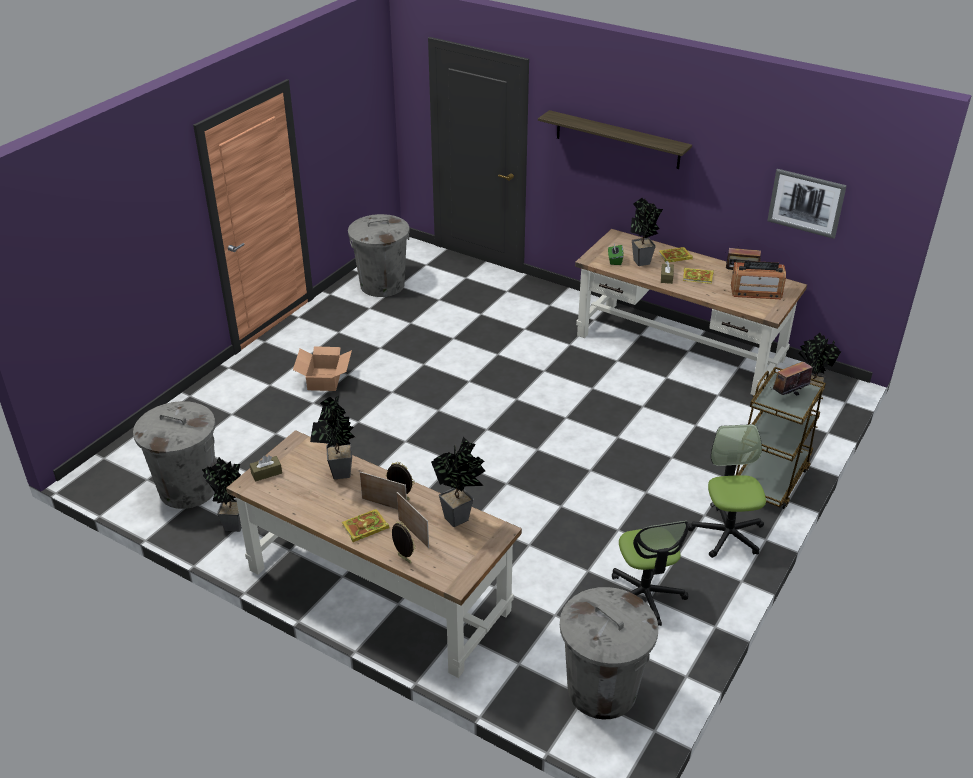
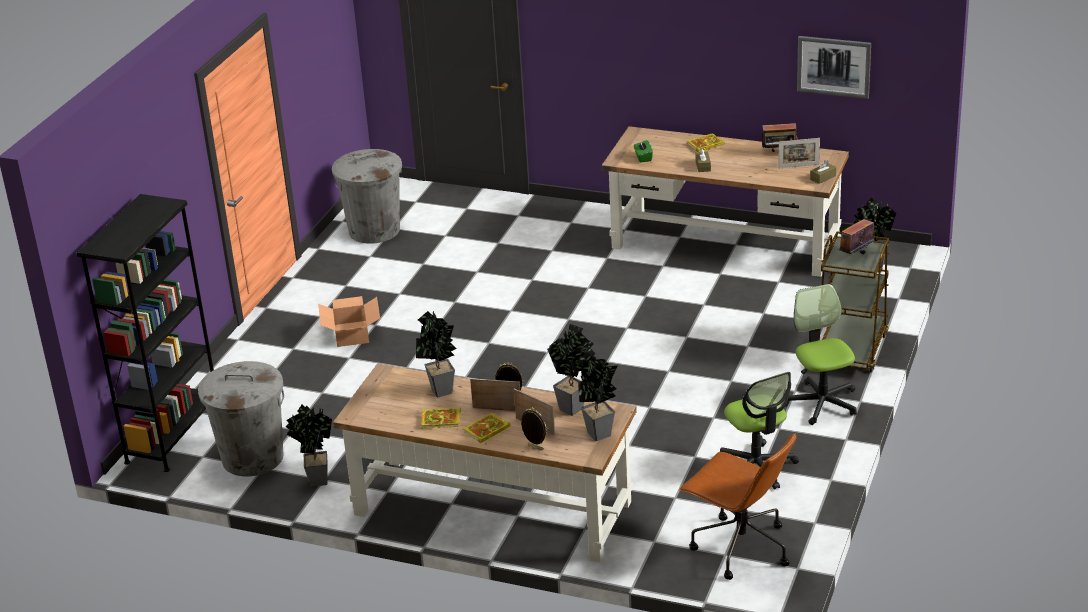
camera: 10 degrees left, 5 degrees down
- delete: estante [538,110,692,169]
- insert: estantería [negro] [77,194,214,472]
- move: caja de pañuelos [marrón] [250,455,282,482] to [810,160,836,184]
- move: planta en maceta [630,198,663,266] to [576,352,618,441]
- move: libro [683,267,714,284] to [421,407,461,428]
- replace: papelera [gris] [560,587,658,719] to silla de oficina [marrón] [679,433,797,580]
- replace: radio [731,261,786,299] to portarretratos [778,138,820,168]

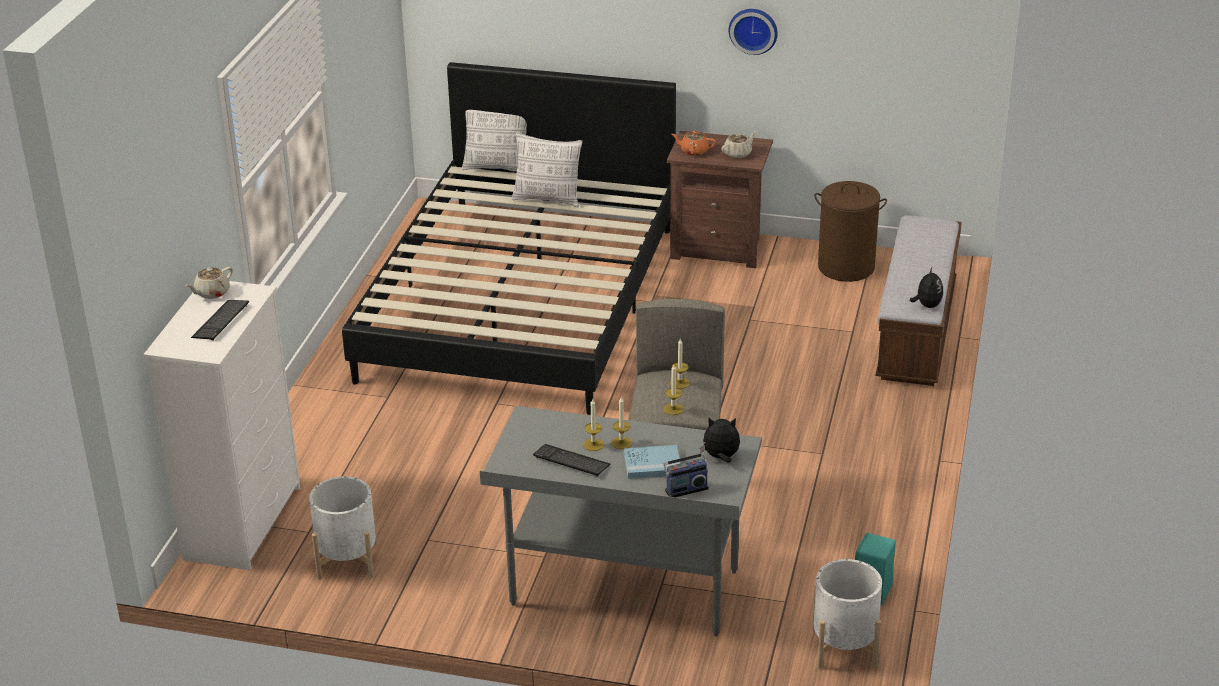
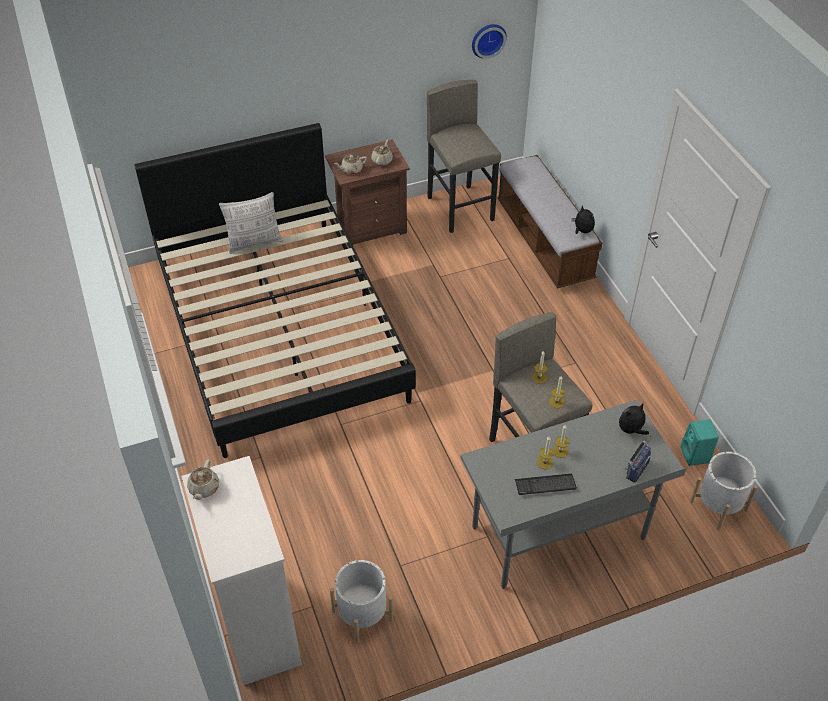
camera: 35 degrees left, 15 degrees up
- delete: teclado [191,300,249,341]
- delete: cojín [462,110,527,172]
- delete: libro [azul] [624,445,680,479]
- move: reloj de pared [729,9,778,55] to [472,24,507,59]
- replace: cesto de la ropa [marrón] [814,181,887,282] to taburete [gris] [427,80,501,233]
- recolor: tetera [naranja] [671,131,716,156] to tetera [beis] [334,154,367,175]

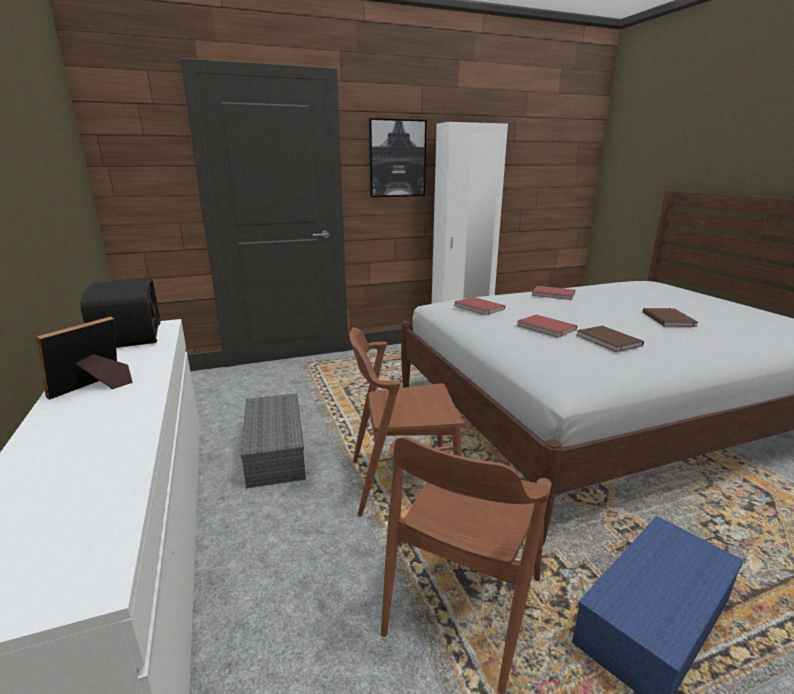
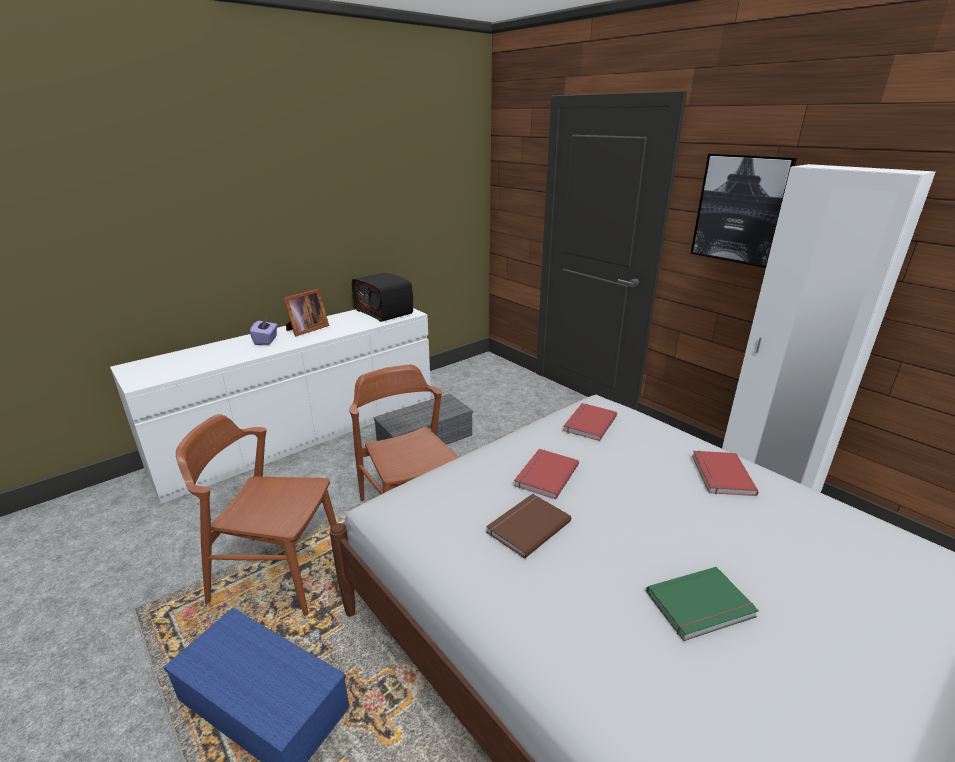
camera: 70 degrees right, 5 degrees up
- insert: caja de pañuelos [morado] [250,316,277,345]
- recolor: libro [marrón] [643,308,698,327] to libro [verde] [646,567,759,641]
- rotate: portarretratos [36,316,133,400] = [283,289,329,336] 120 degrees clockwise
- rotate: radio [80,279,160,348] = [352,273,413,322] 90 degrees clockwise

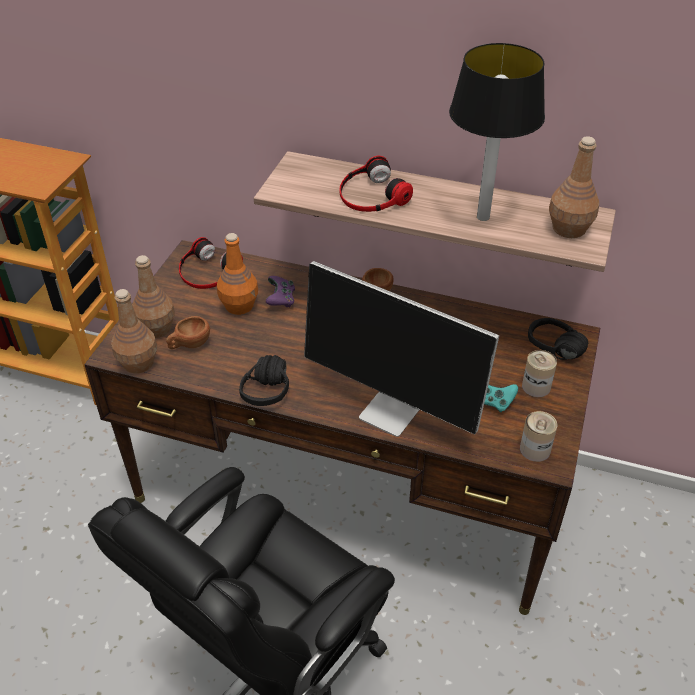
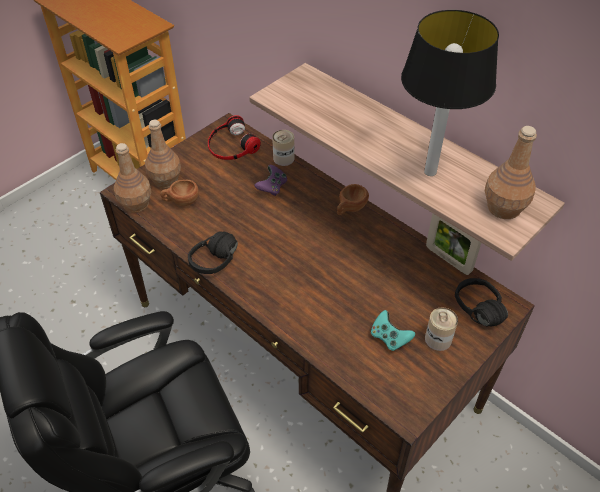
camera: 25 degrees right, 5 degrees up
- delete: botella [naranja] [217,233,258,315]
- delete: monitor [304,261,499,437]
- delete: auriculares [339,156,413,212]
- insert: portarretratos [426,213,481,275]
- move: lata [520,411,557,462] to [272,130,294,166]

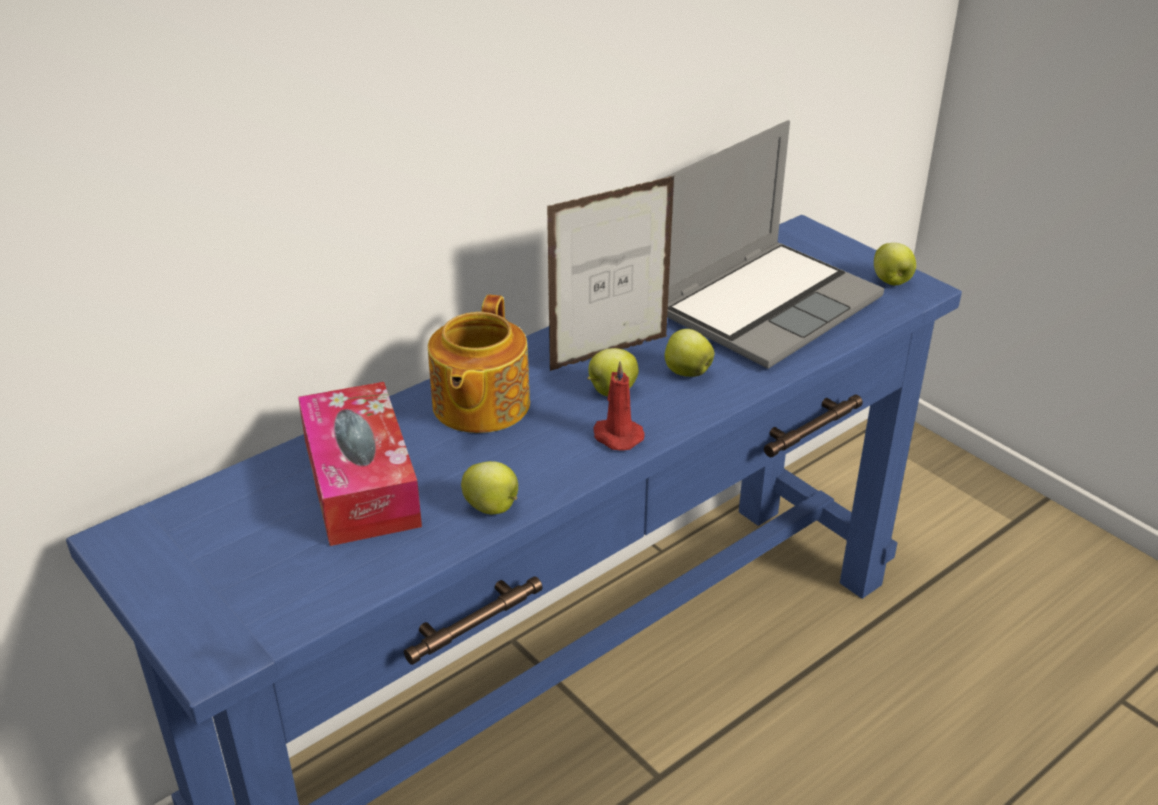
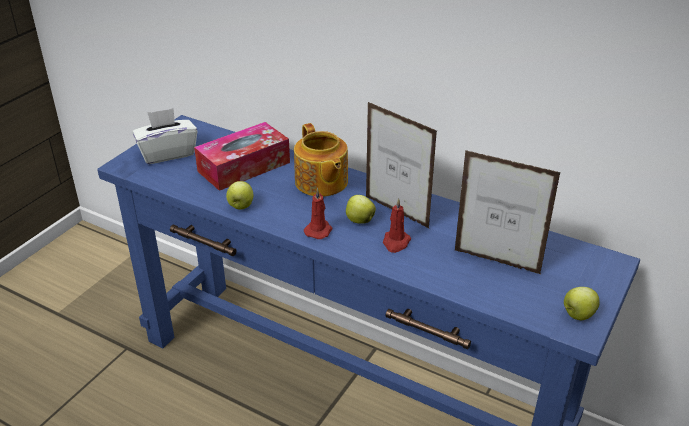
camera: 70 degrees right, 0 degrees up
- insert: caja de pañuelos [blanco] [132,108,197,164]
- replace: portátil [664,120,884,369] to portarretratos [455,150,561,274]
- replace: manzana [665,329,714,377] to vela [rojo] [383,198,411,253]
- rotate: tetera [428,295,530,433] = [294,123,348,197] 105 degrees counterclockwise

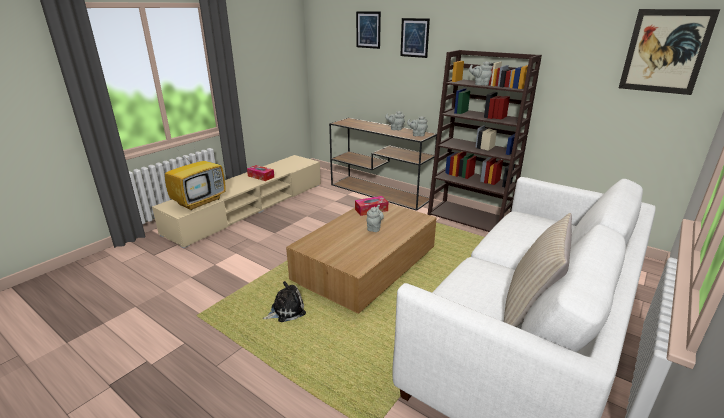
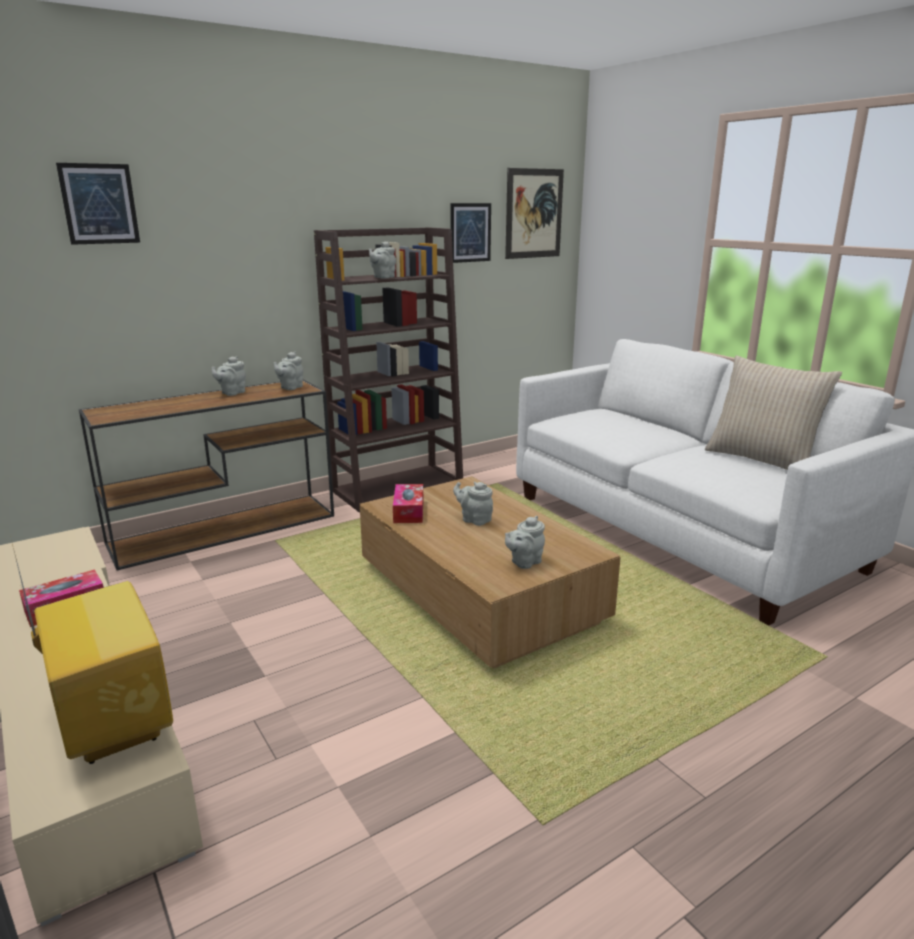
camera: 70 degrees left, 5 degrees down
- delete: peluche [263,281,306,322]
- insert: tetera [gris] [505,516,545,569]
- move: cuadro [400,18,430,58] to [450,203,491,263]

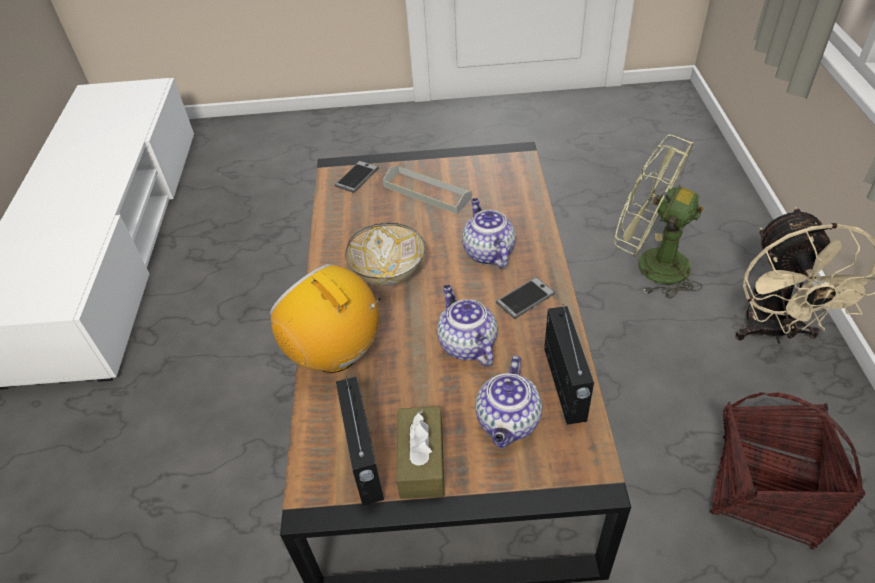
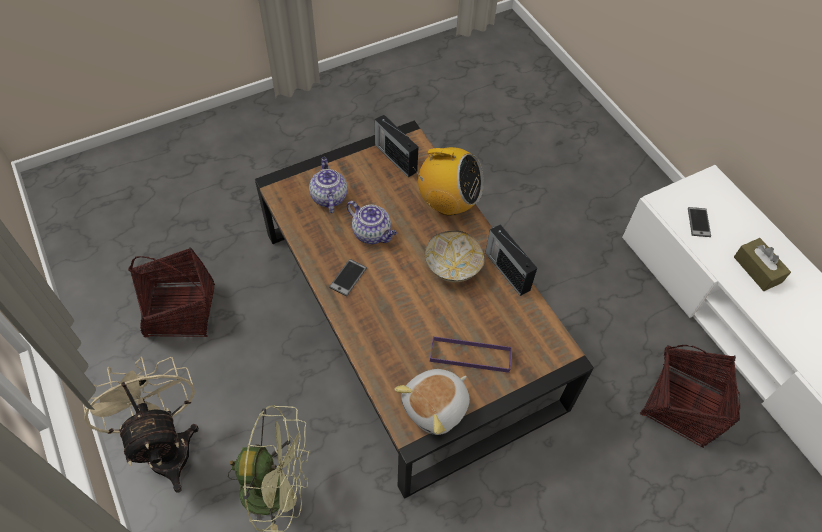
camera: 150 degrees right, 10 degrees up
- delete: tetera [462,198,516,268]
- insert: peluche [394,369,470,435]
- insert: cesta [640,345,740,448]
- move: móvil [335,161,379,193] to [688,207,711,237]
- move: caja de pañuelos [marrón] [396,406,444,499] to [734,238,791,291]
- move: radio [544,304,594,425] to [485,224,537,296]
- recolor: bandeja [gris] [383,165,472,214] to bandeja [morado] [430,336,512,373]

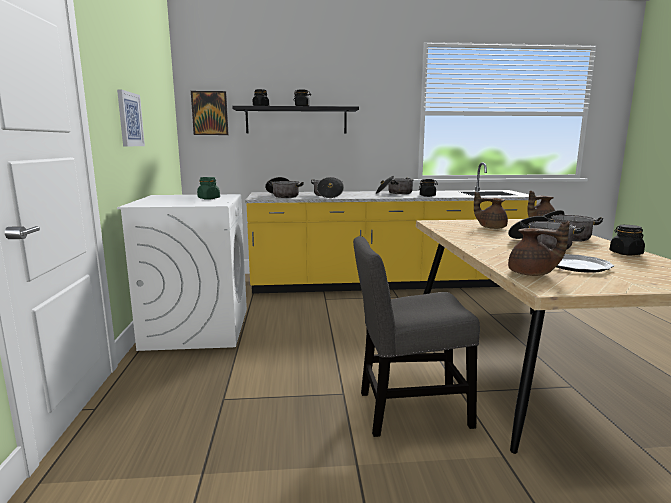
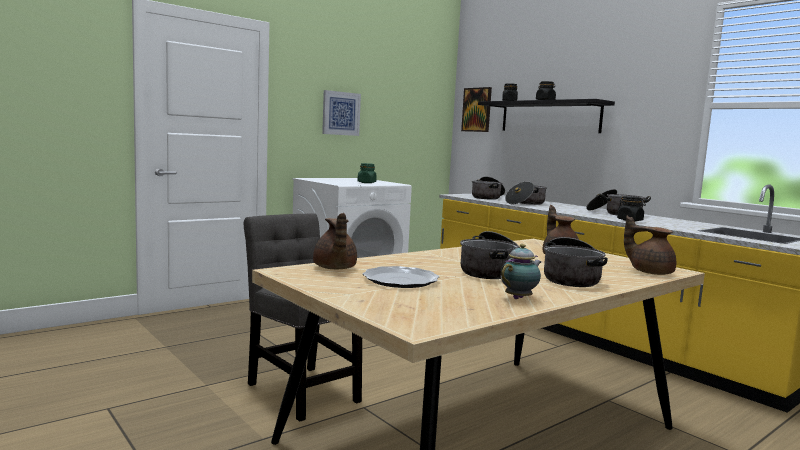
camera: 55 degrees right, 5 degrees down
- replace: tarro [negro] [610,225,645,255] to tetera [501,244,541,299]

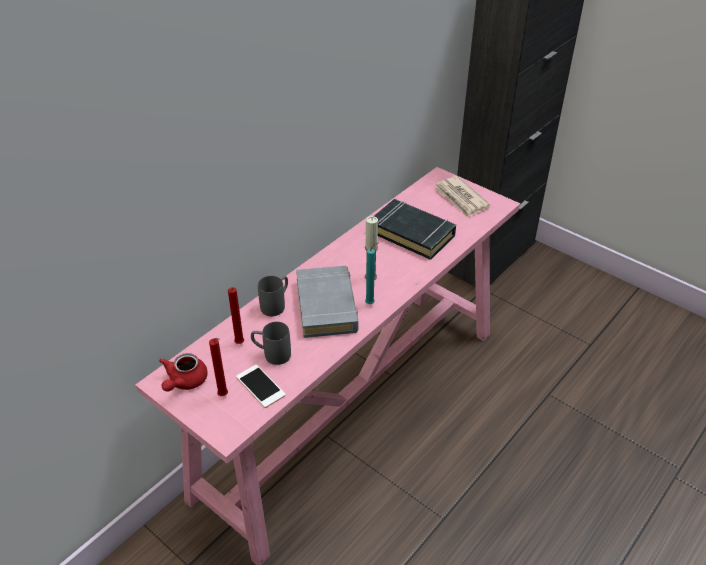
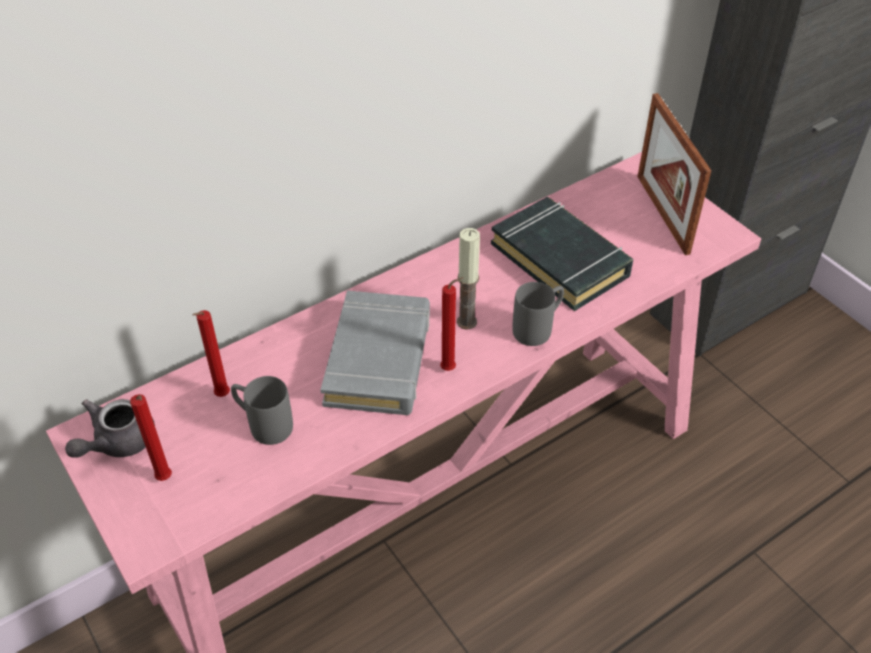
camera: 15 degrees right, 5 degrees up
- delete: móvil [236,365,286,408]
- move: taza grande [gris] [258,276,288,316] to [512,282,564,346]
- replace: periódico [434,176,490,218] to portarretratos [637,93,712,255]
- recolor: tetera [rojo] [159,353,208,392] to tetera [gris] [65,399,155,458]
- recolor: vela [turquesa] [365,242,379,304] to vela [rojo] [440,277,464,371]

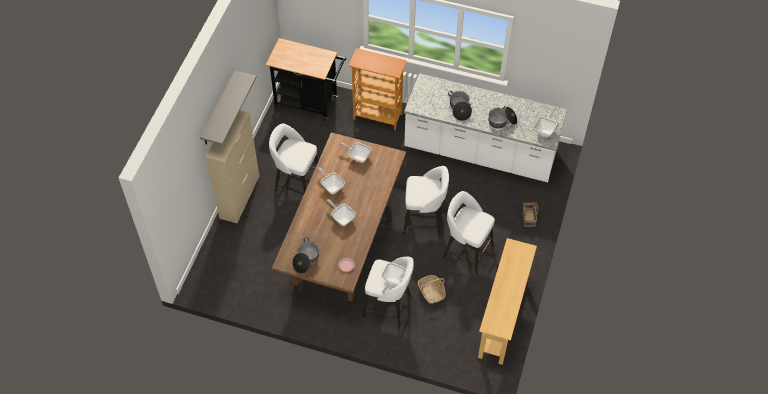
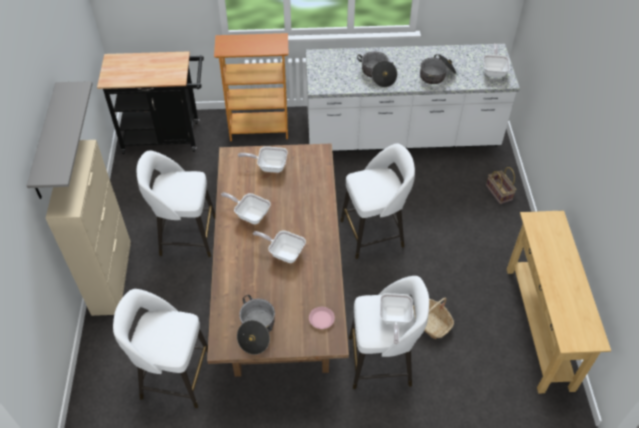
camera: 20 degrees left, 5 degrees down
- move: taburete [blanco] [443,191,495,274] to [113,289,208,408]

